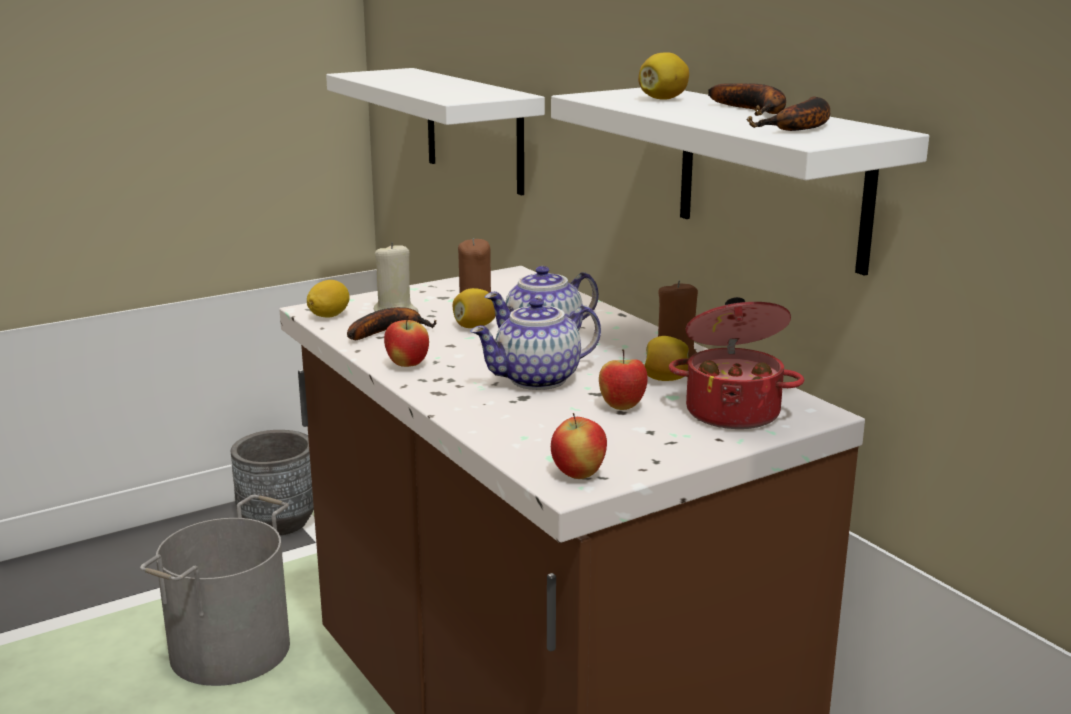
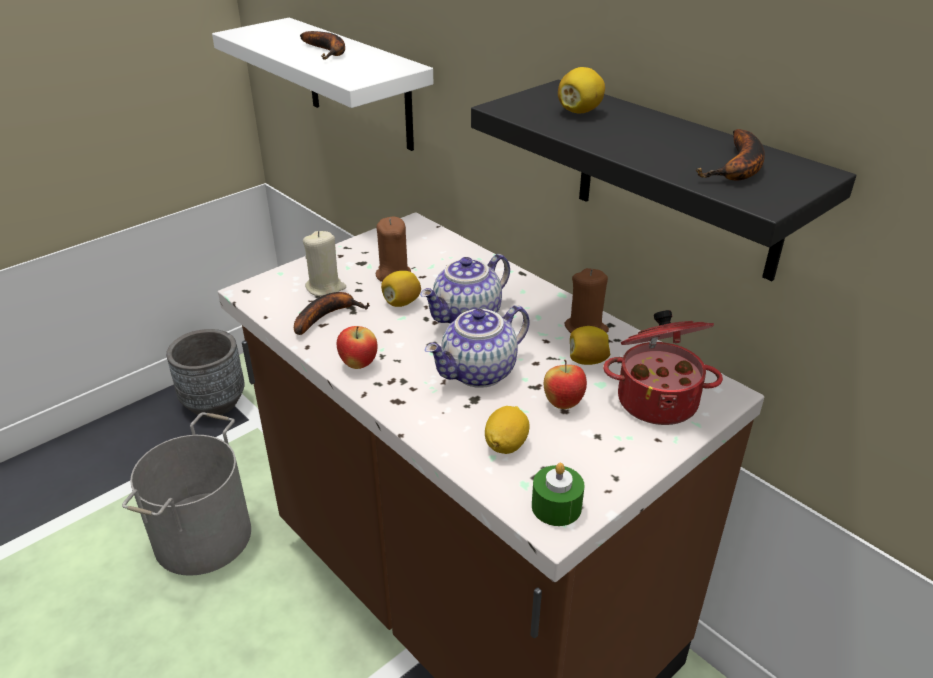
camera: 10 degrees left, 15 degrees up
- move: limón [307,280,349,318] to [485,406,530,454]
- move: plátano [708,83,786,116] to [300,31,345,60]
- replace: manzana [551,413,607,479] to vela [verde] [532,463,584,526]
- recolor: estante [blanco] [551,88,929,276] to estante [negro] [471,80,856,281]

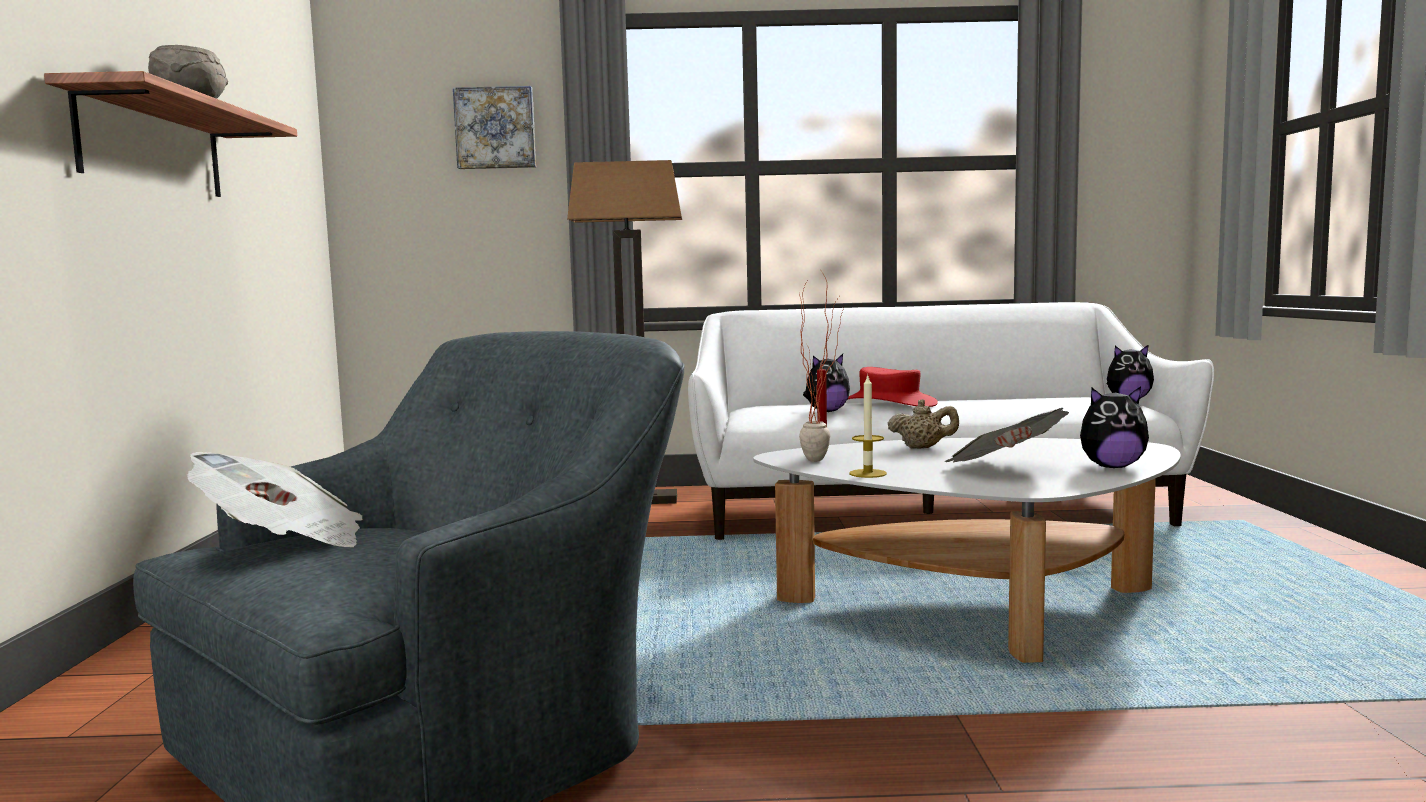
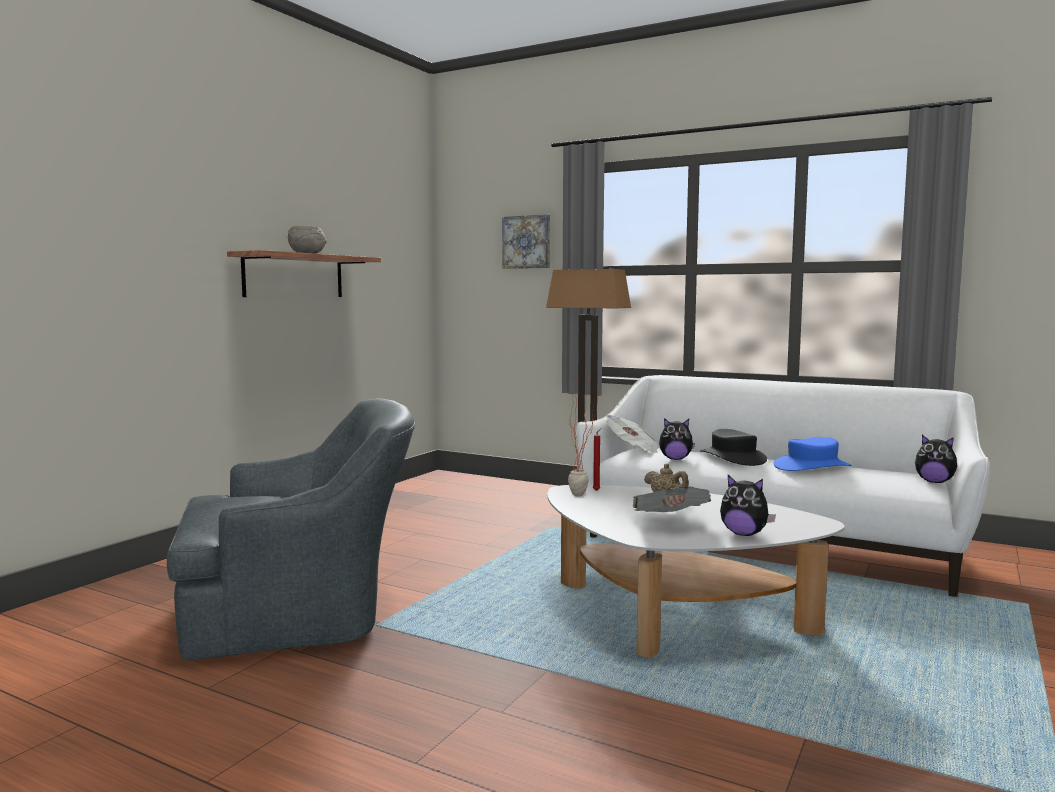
camera: 30 degrees right, 0 degrees up
- delete: vela [849,374,887,478]
- insert: sombrero [azul] [774,437,851,471]
- move: periódico [186,452,363,547] to [606,414,660,453]
- recolor: sombrero [rojo] [847,367,938,407] to sombrero [negro] [700,429,767,466]

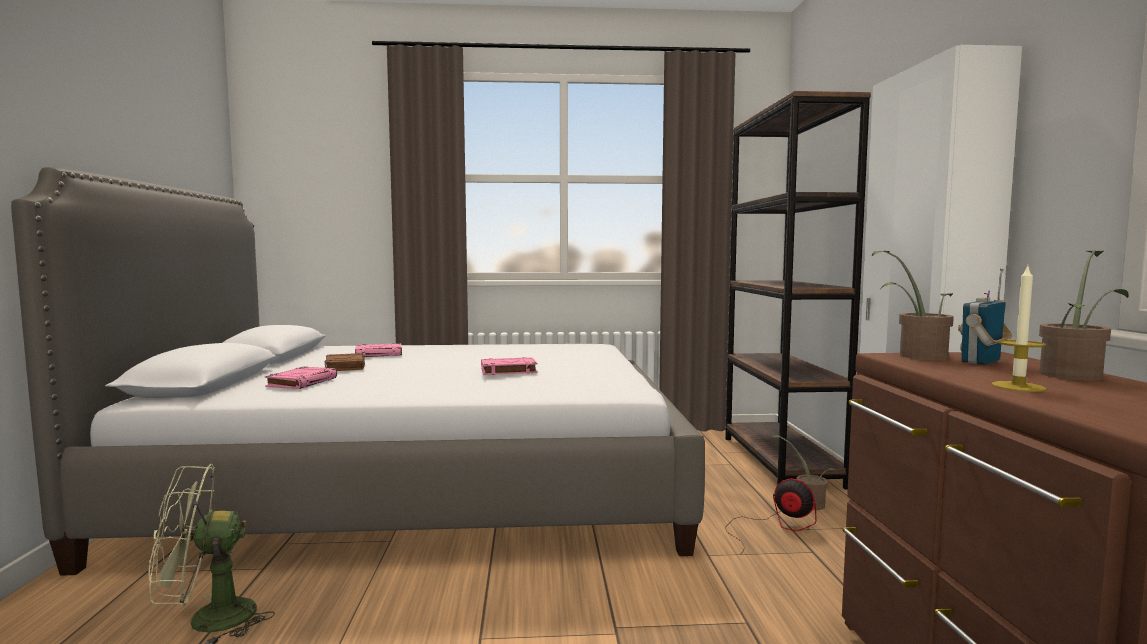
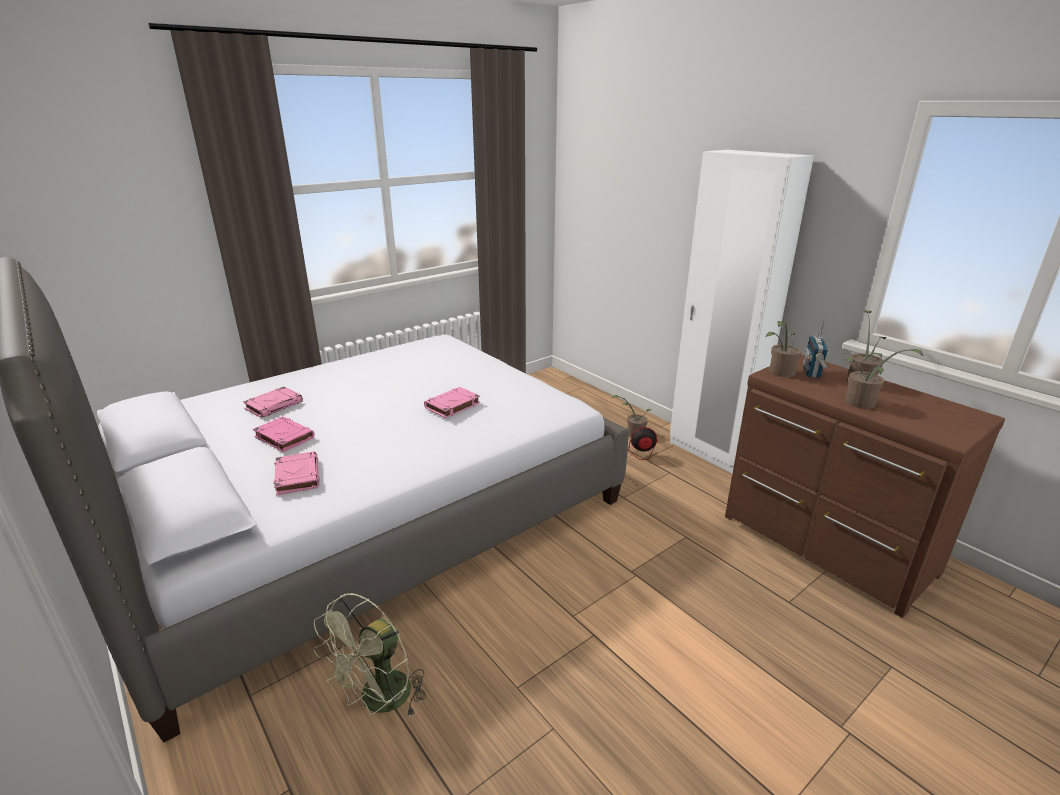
camera: 35 degrees left, 20 degrees up
- delete: estantería [marrón] [725,91,871,490]
- replace: vela [992,265,1046,392] to planta en maceta [844,349,923,409]
- recolor: libro [marrón] [325,353,365,371] to libro [rosa] [253,416,315,452]

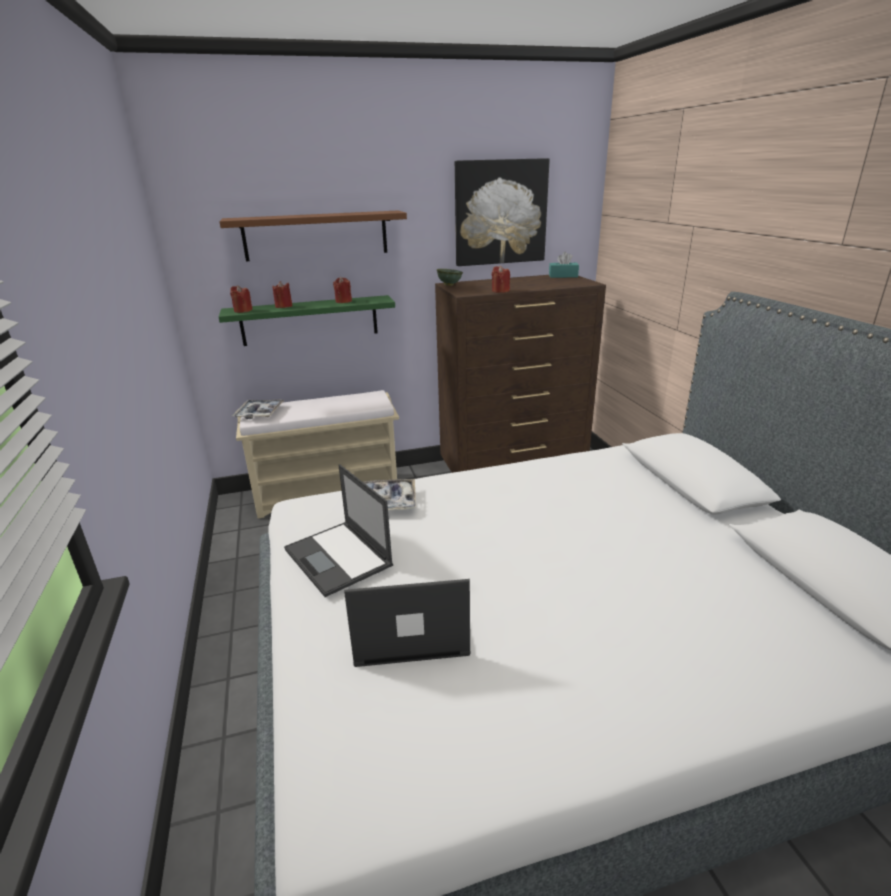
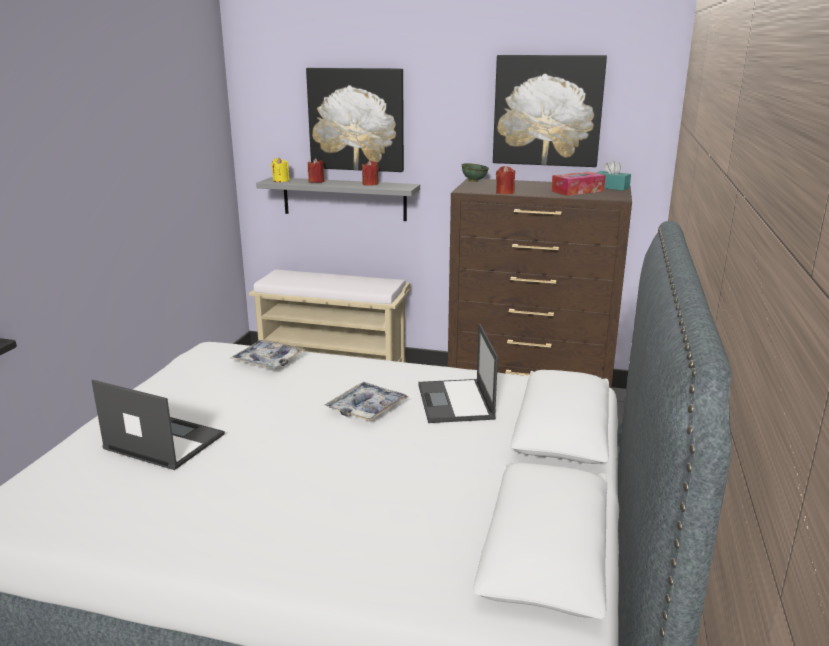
camera: 30 degrees right, 5 degrees down
- insert: caja de pañuelos [551,172,606,196]
- move: bandeja [232,400,285,419] to [325,382,409,421]
- move: portátil [284,464,393,597] to [418,324,498,423]
- replace: estante [marrón] [219,210,407,261] to cuadro [306,68,404,172]
- recolor: estante [verde] [219,295,395,346] to estante [gris] [256,177,420,221]
- recolor: vela [rojo] [230,285,253,313] to vela [amarillo] [271,157,290,182]

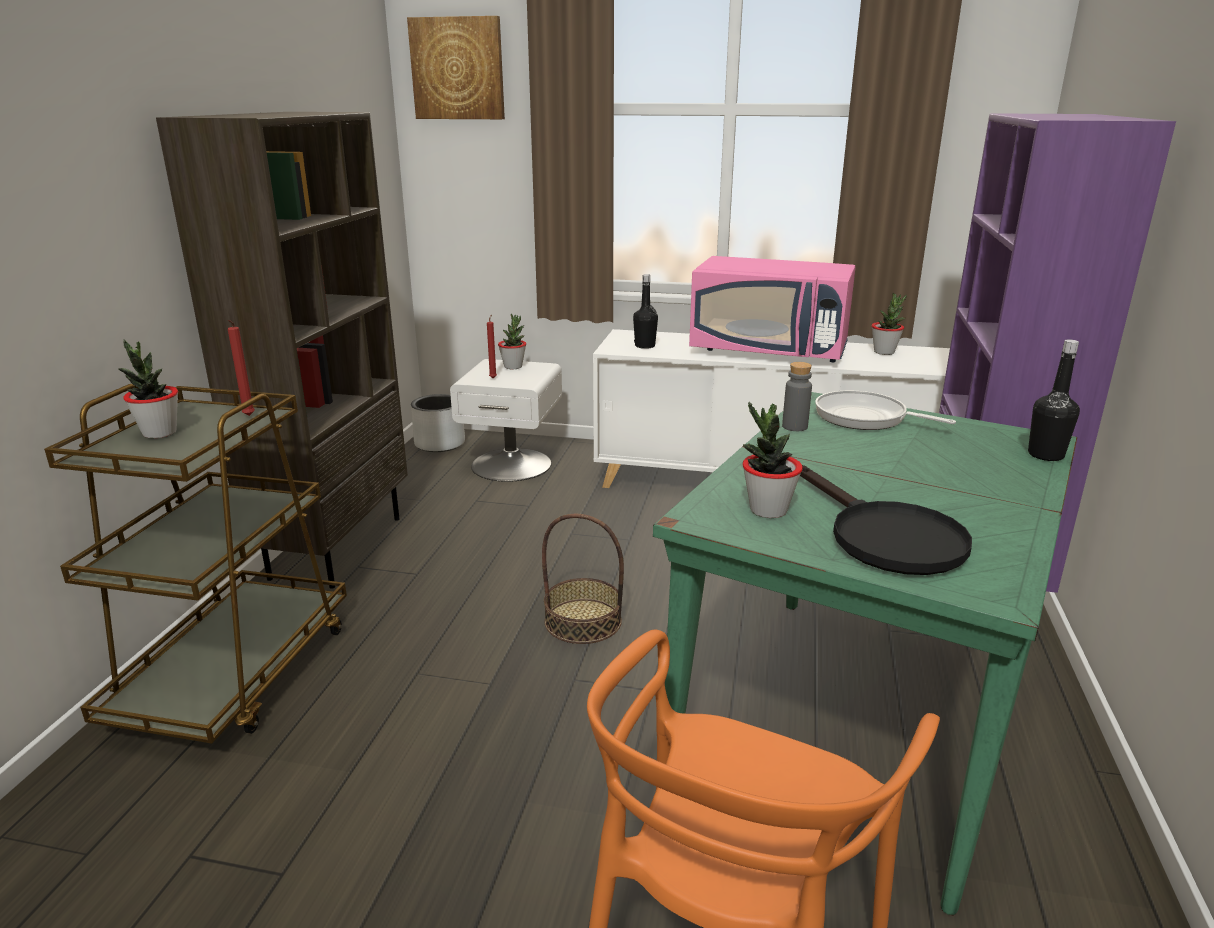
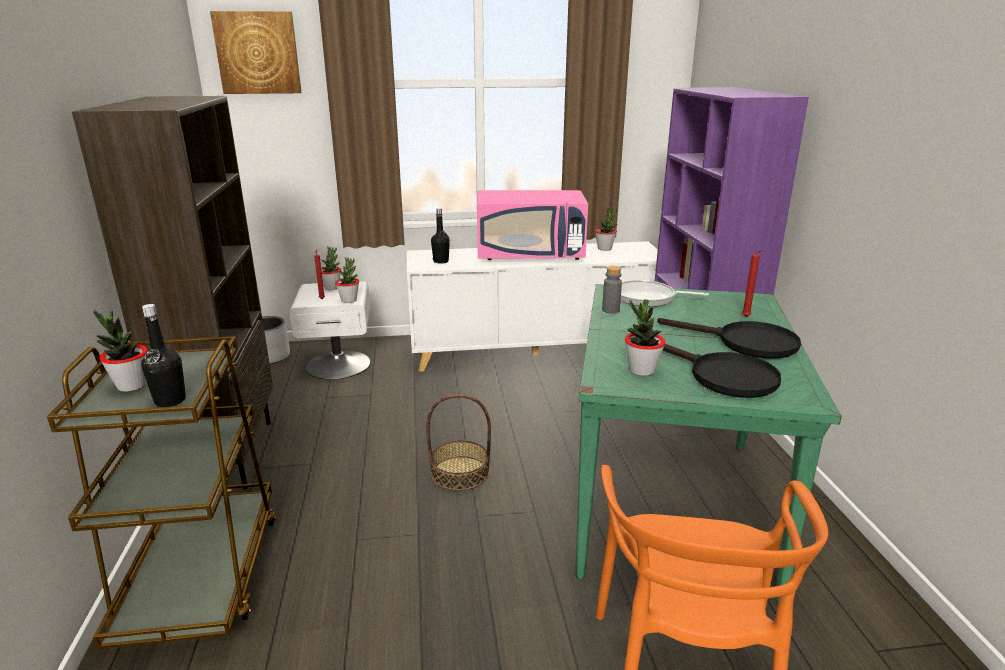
camera: 20 degrees left, 0 degrees up
- insert: planta en maceta [335,257,359,303]
- insert: sartén [negro] [657,318,801,359]
- move: vela [rojo] [228,320,255,416] to [742,250,763,317]
- move: botella [negro] [1028,339,1080,461] to [141,304,186,407]

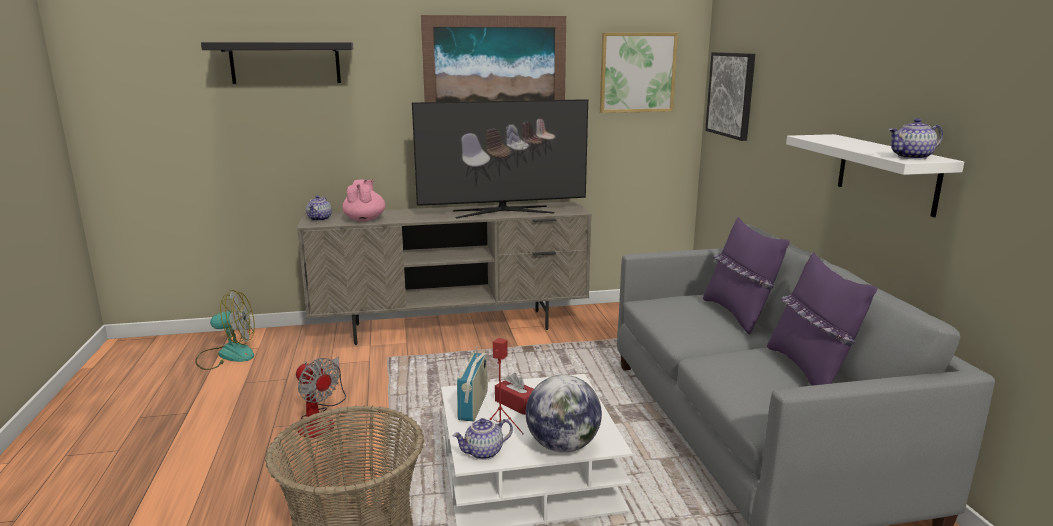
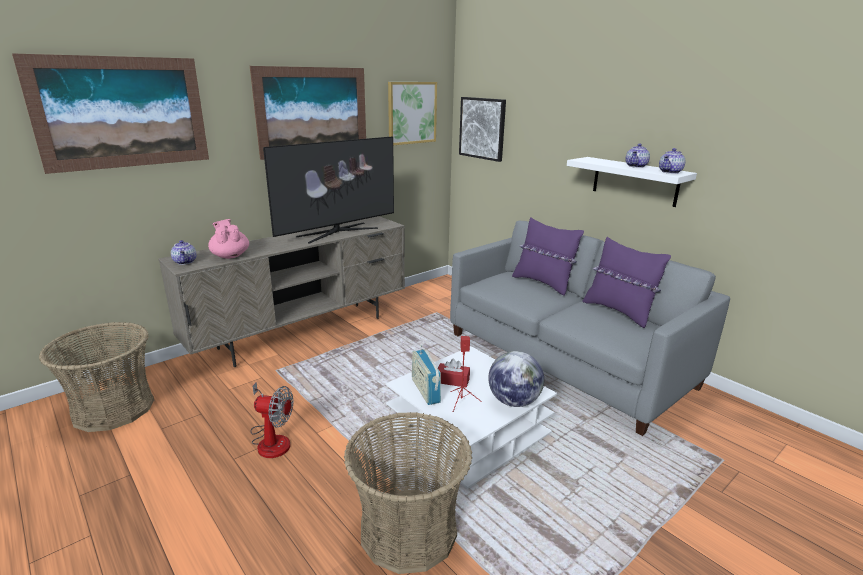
camera: 30 degrees left, 5 degrees up
- move: tetera [453,418,513,460] to [625,144,650,168]
- replace: ventilador [195,290,255,370] to cesta [39,322,154,432]
- replace: estante [negro] [201,42,353,84] to cuadro [12,53,209,174]

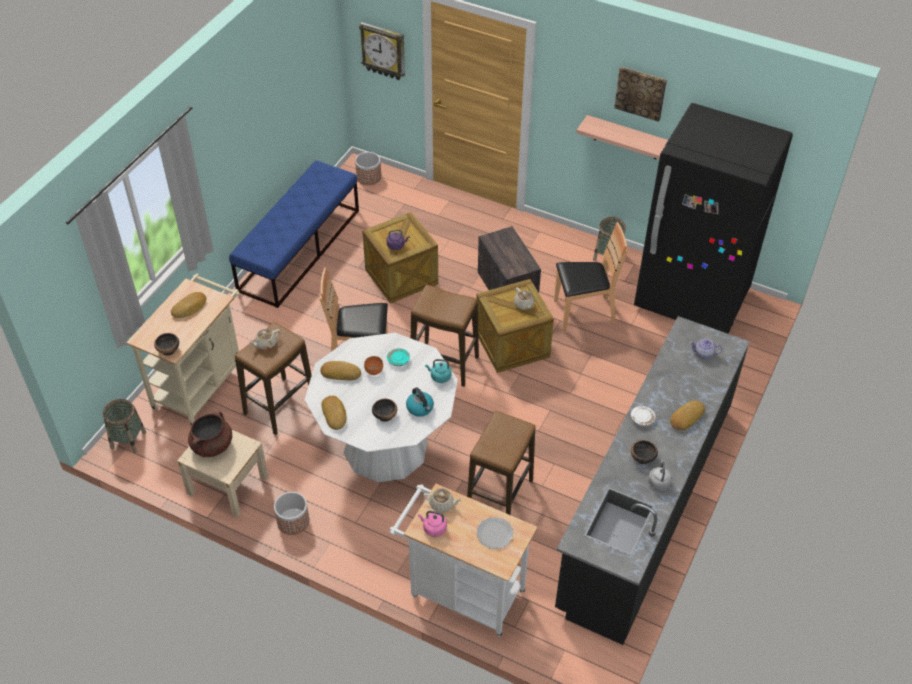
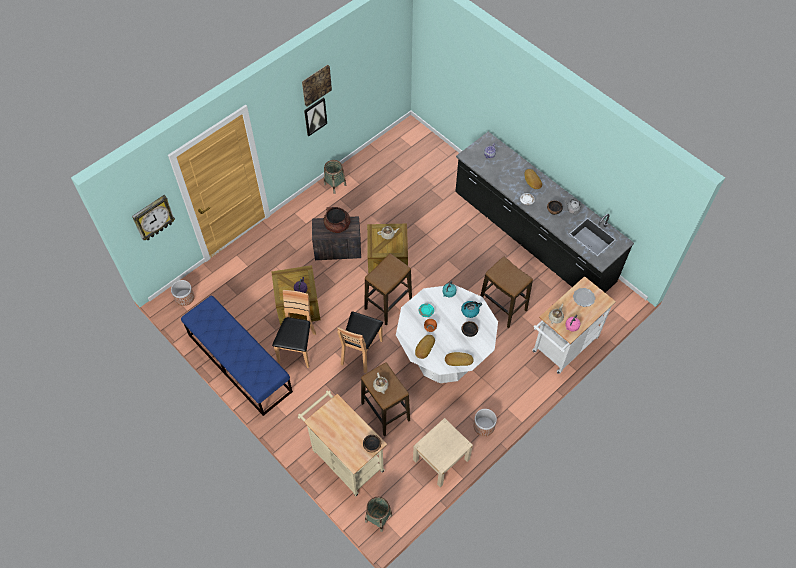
camera: 70 degrees left, 10 degrees up
- delete: pan [171,292,206,318]
- delete: nevera [negro] [634,103,793,334]
- move: olla [marrón] [188,411,232,458] to [324,207,350,233]
- move: silla [marrón] [554,222,628,331] to [272,290,316,368]
- replace: estante [576,115,668,159] to cuadro [304,98,327,136]

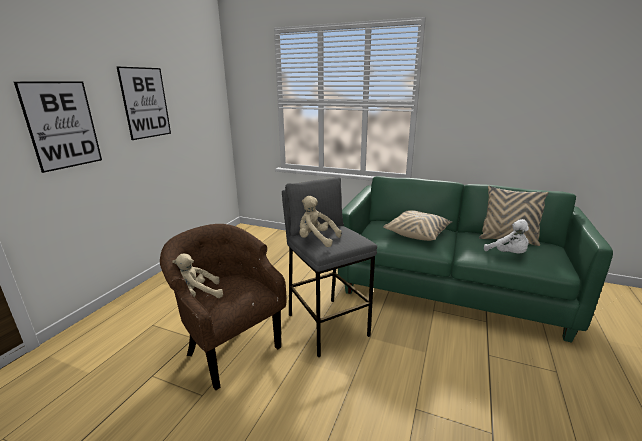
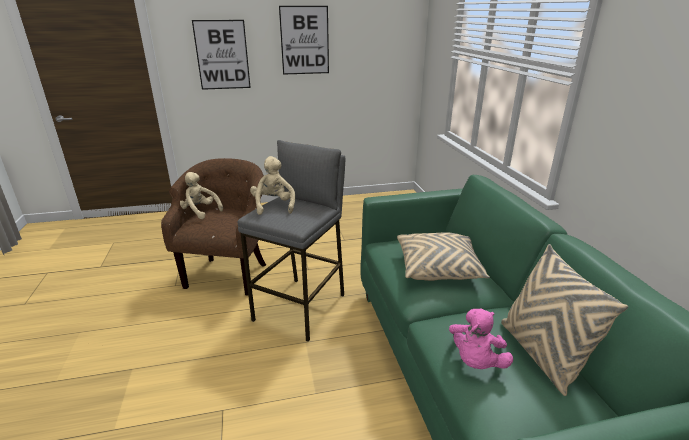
camera: 55 degrees right, 5 degrees up
- recolor: peluche [blanco] [484,219,529,254] to peluche [rosa] [449,308,513,369]

